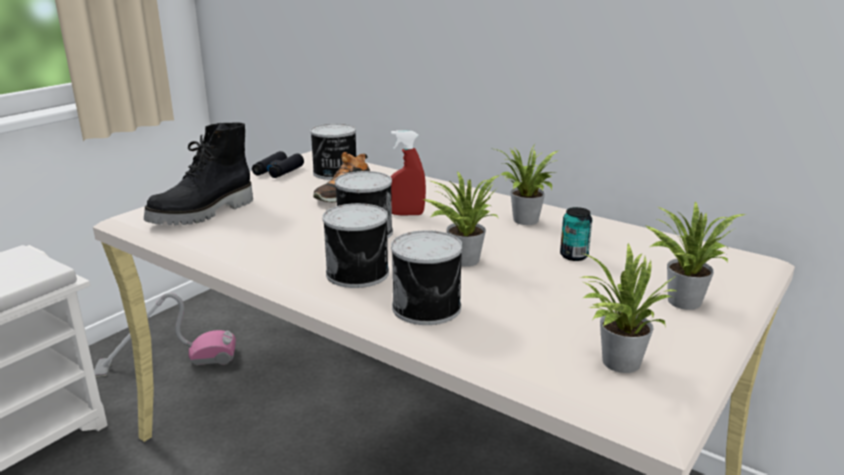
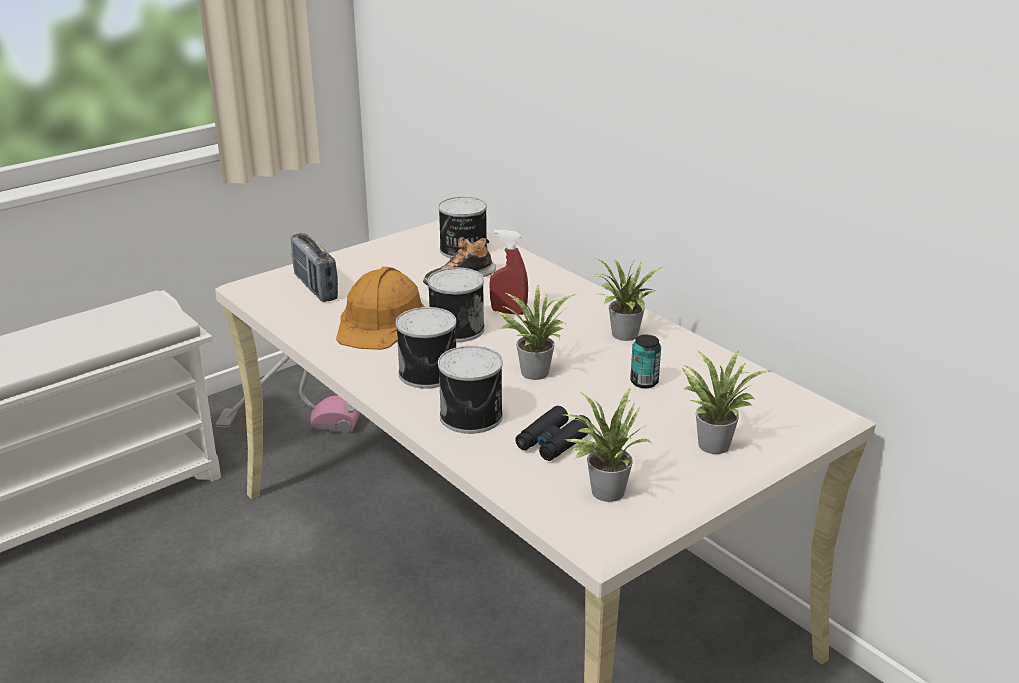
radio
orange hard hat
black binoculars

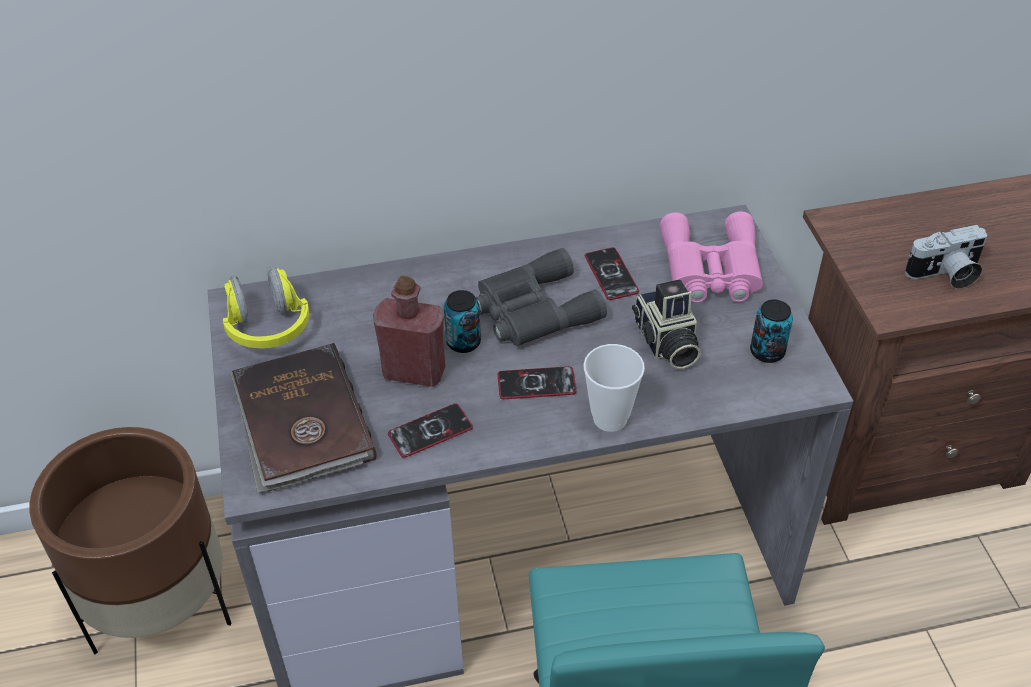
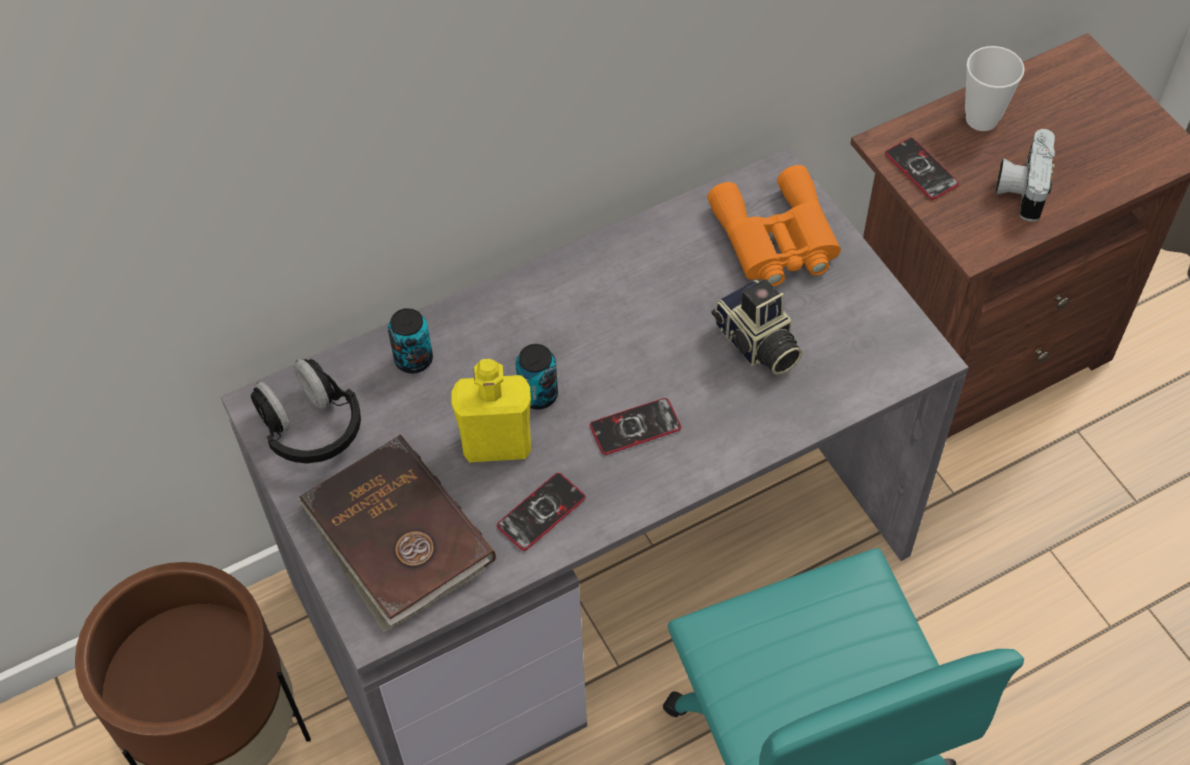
black headphones
can (1st from left)
yellow bottle
orange binoculars
phone (3rd from left)
cup
photo camera (2nd from left)
grey binoculars

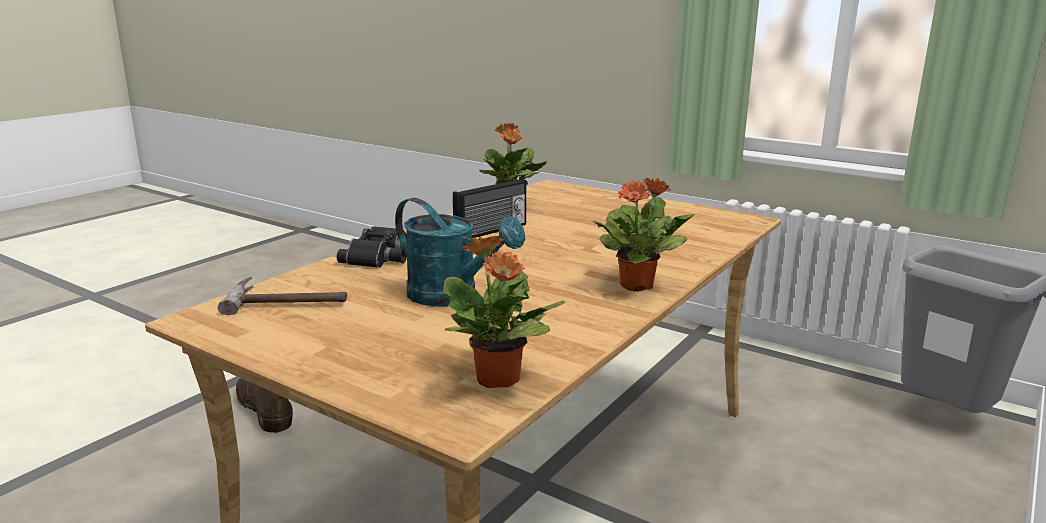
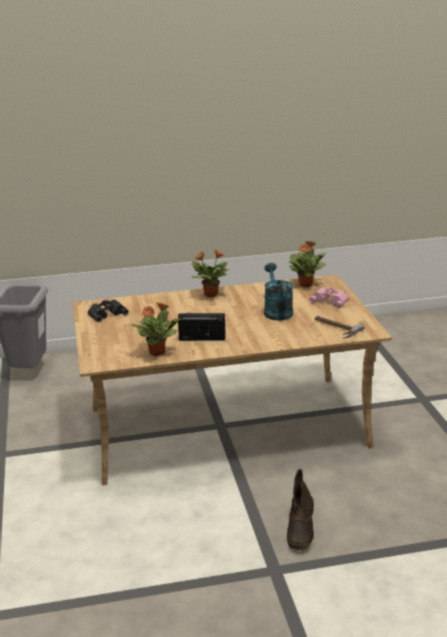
black binoculars
pink binoculars

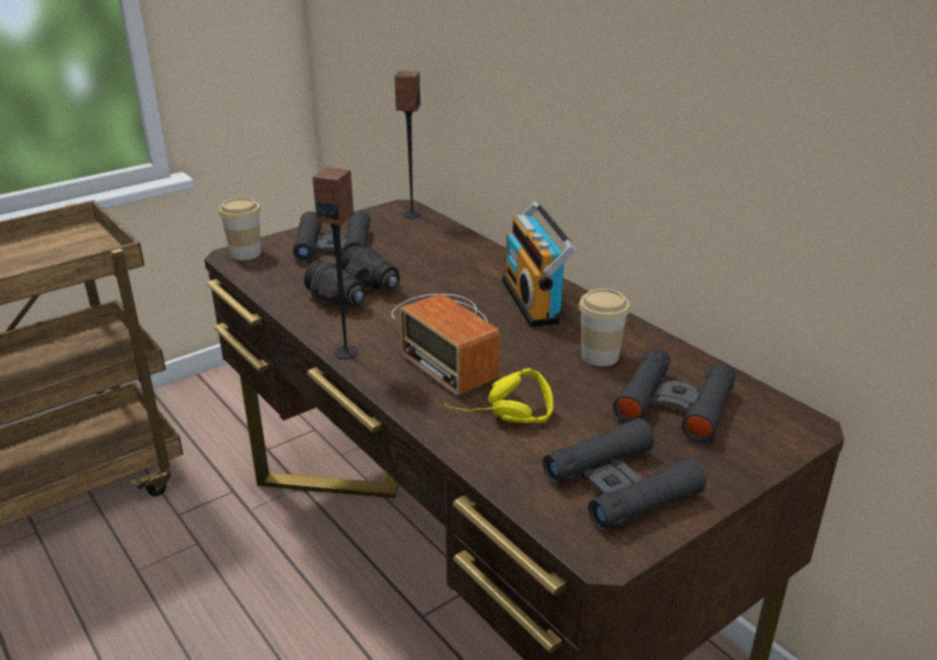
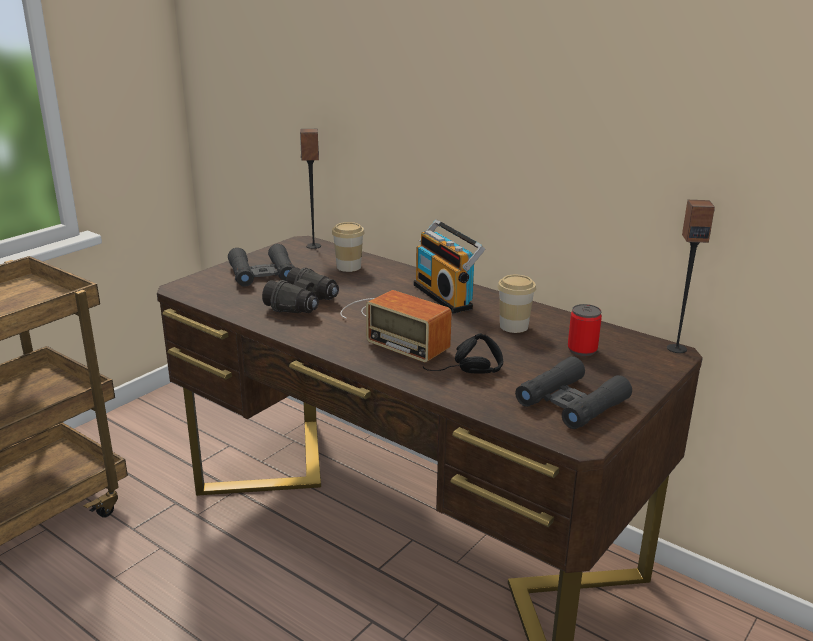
cup (1st from left)
black headphones
can
speaker (2nd from left)

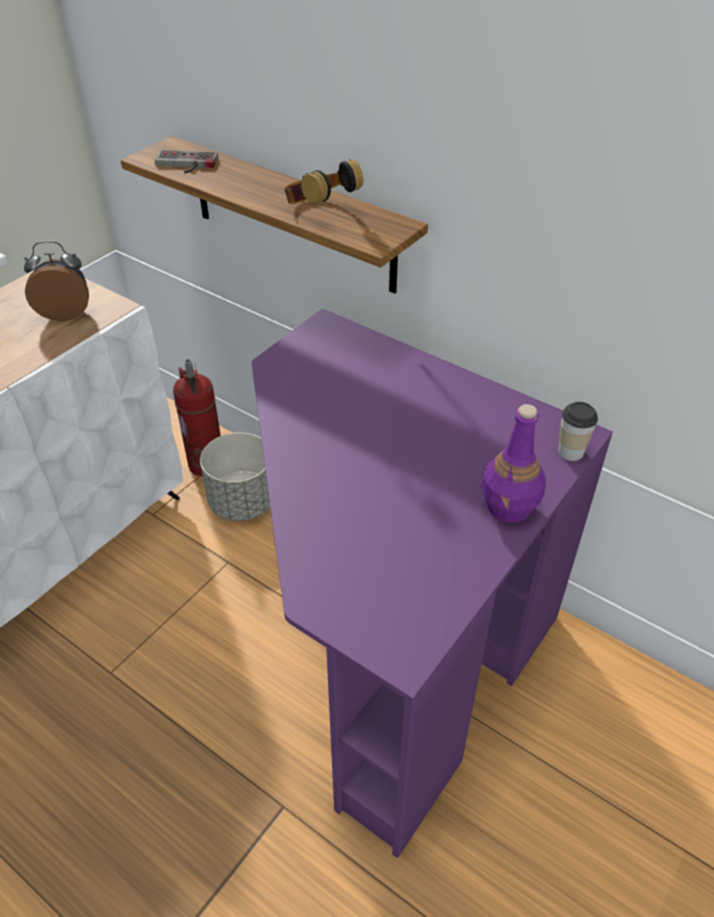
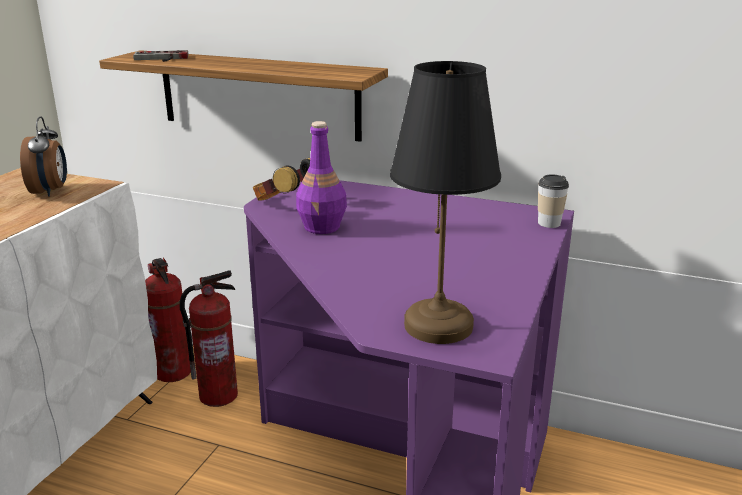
alarm clock
fire extinguisher (2nd from left)
headphones
purple bottle
black table lamp

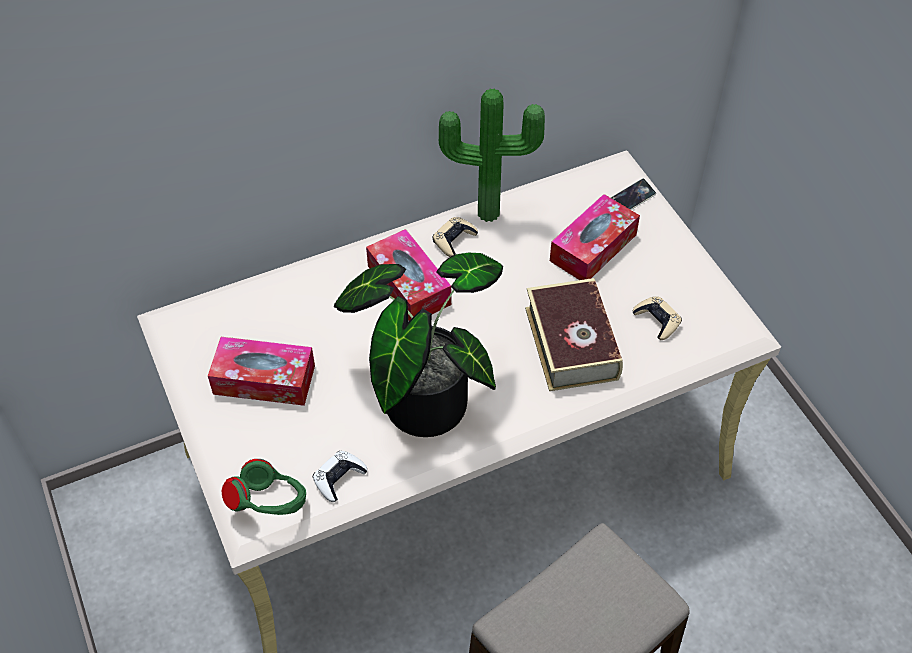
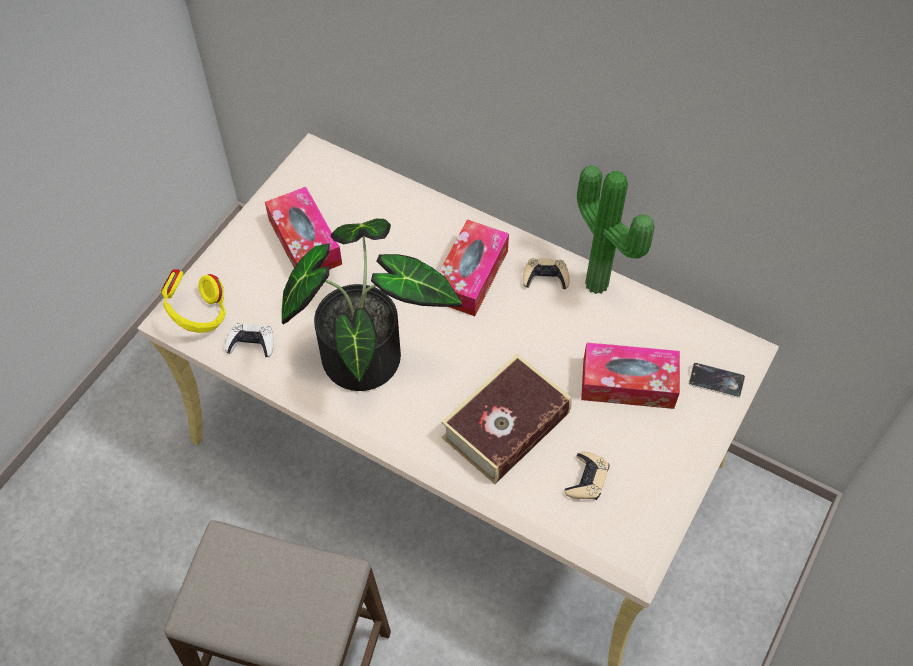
yellow headphones

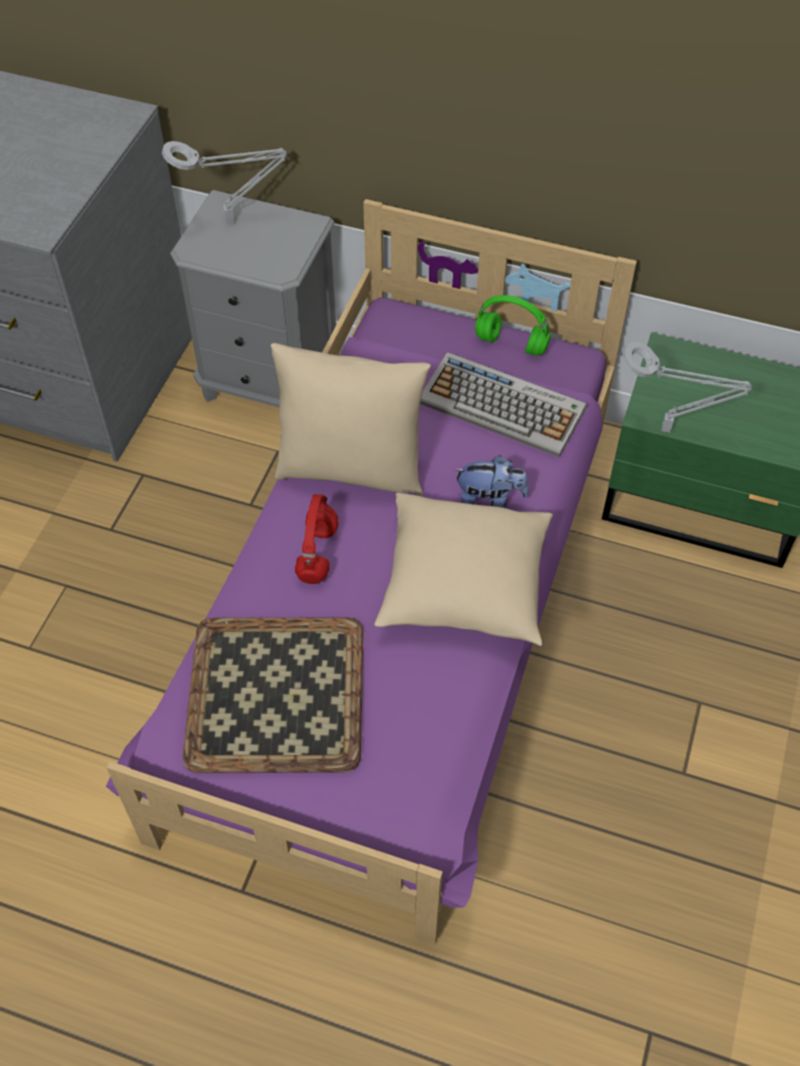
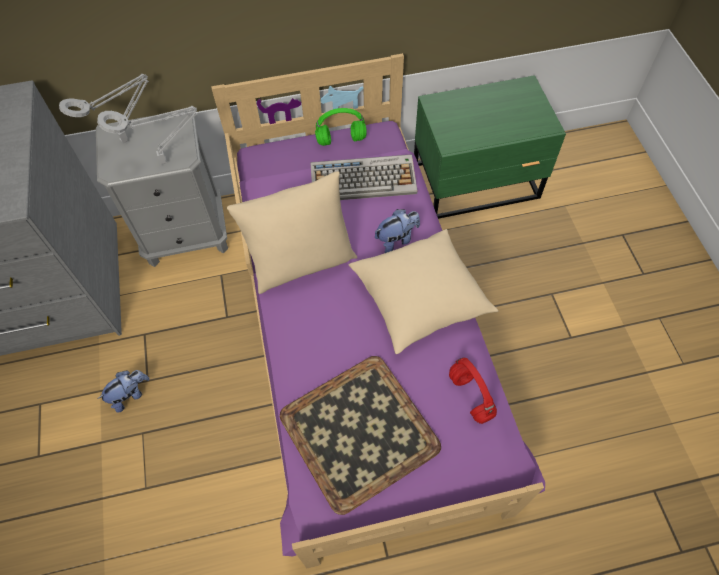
grey table lamp (2nd from left)
plush toy (1st from left)
red headphones

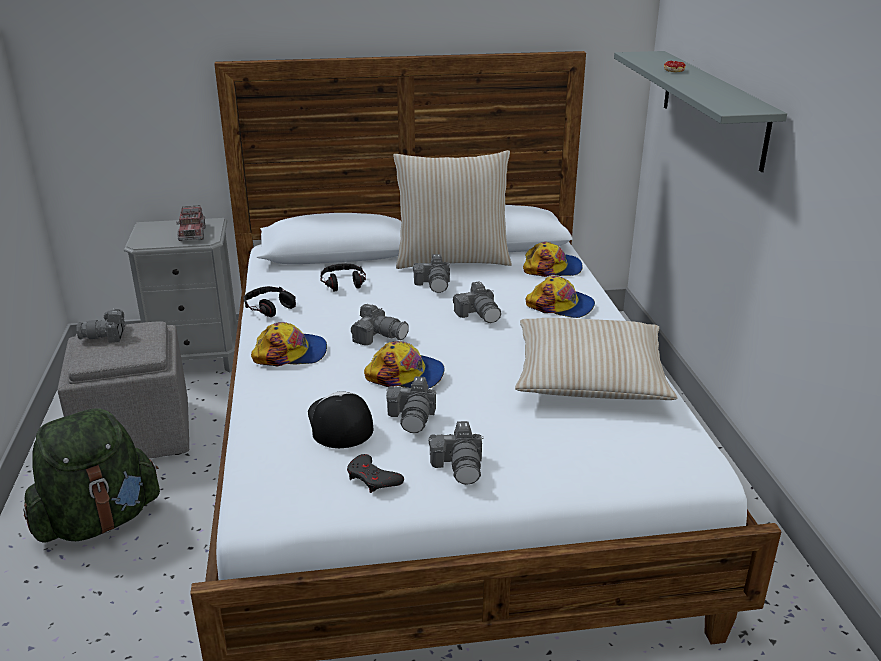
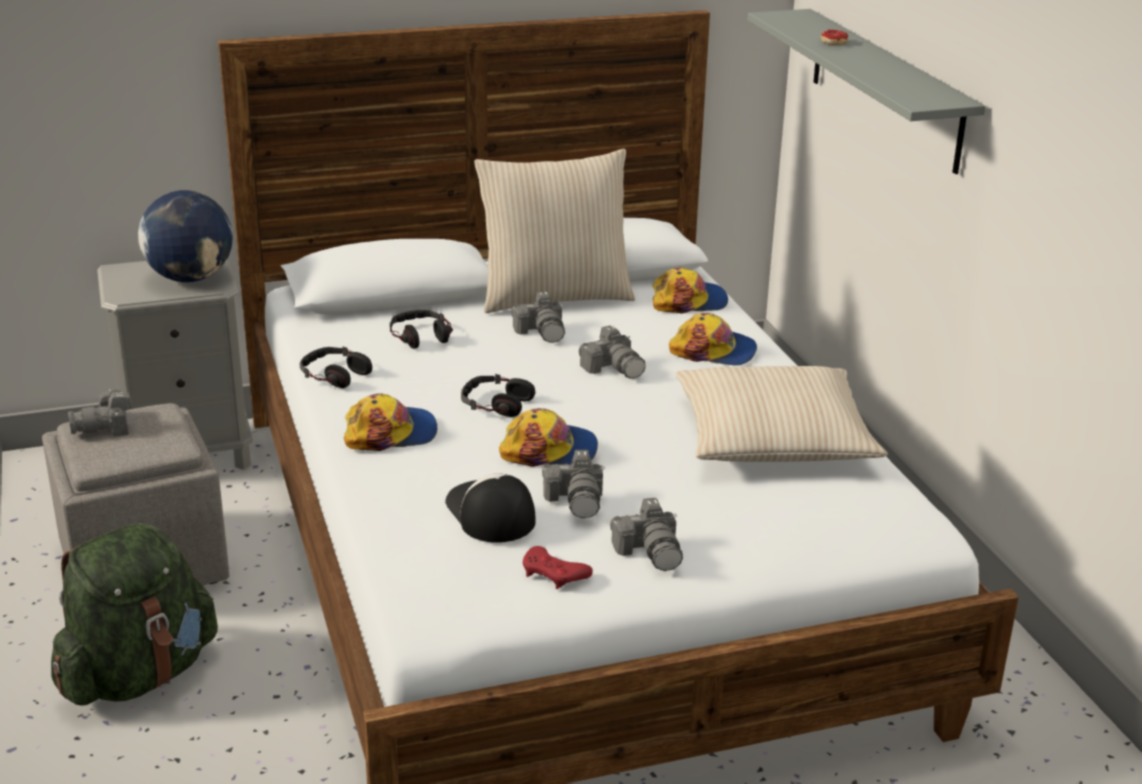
globe
headphones (3rd from left)
red game controller

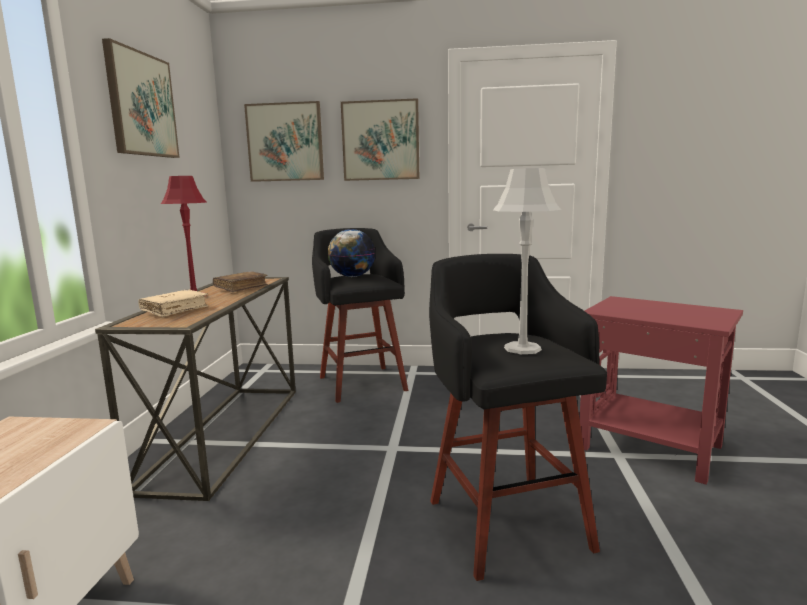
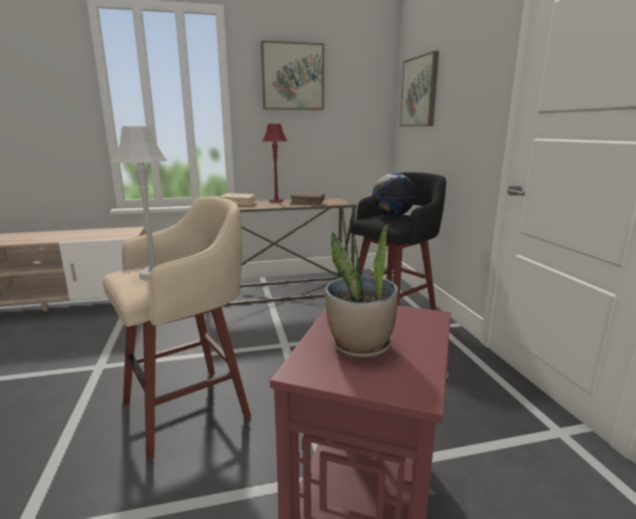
beige stool
potted plant
picture (3rd from left in the first image)

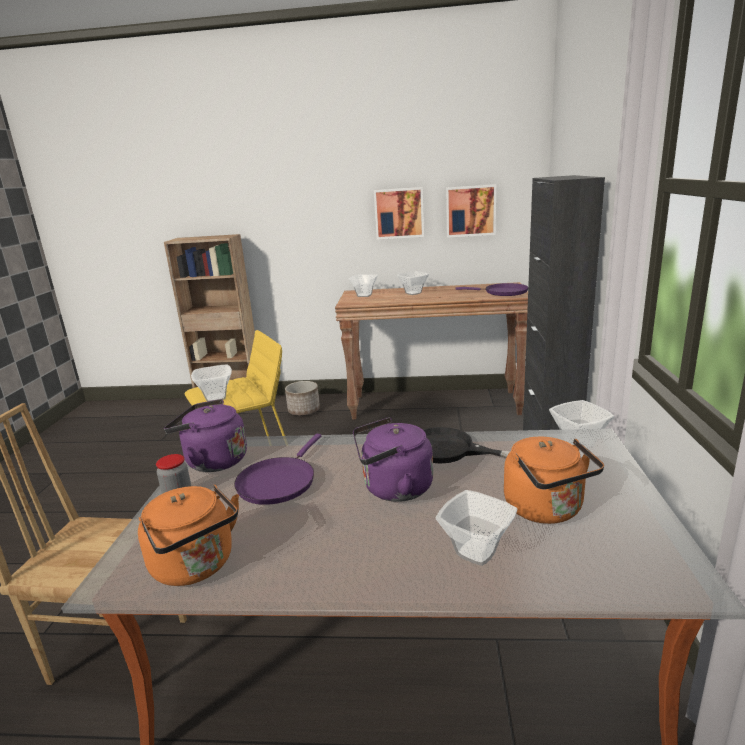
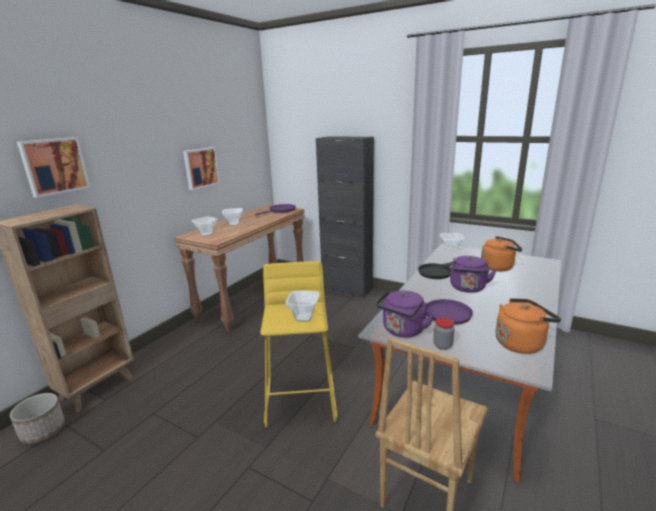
planter
picture (1st from left)
bowl (4th from left in the first image)

